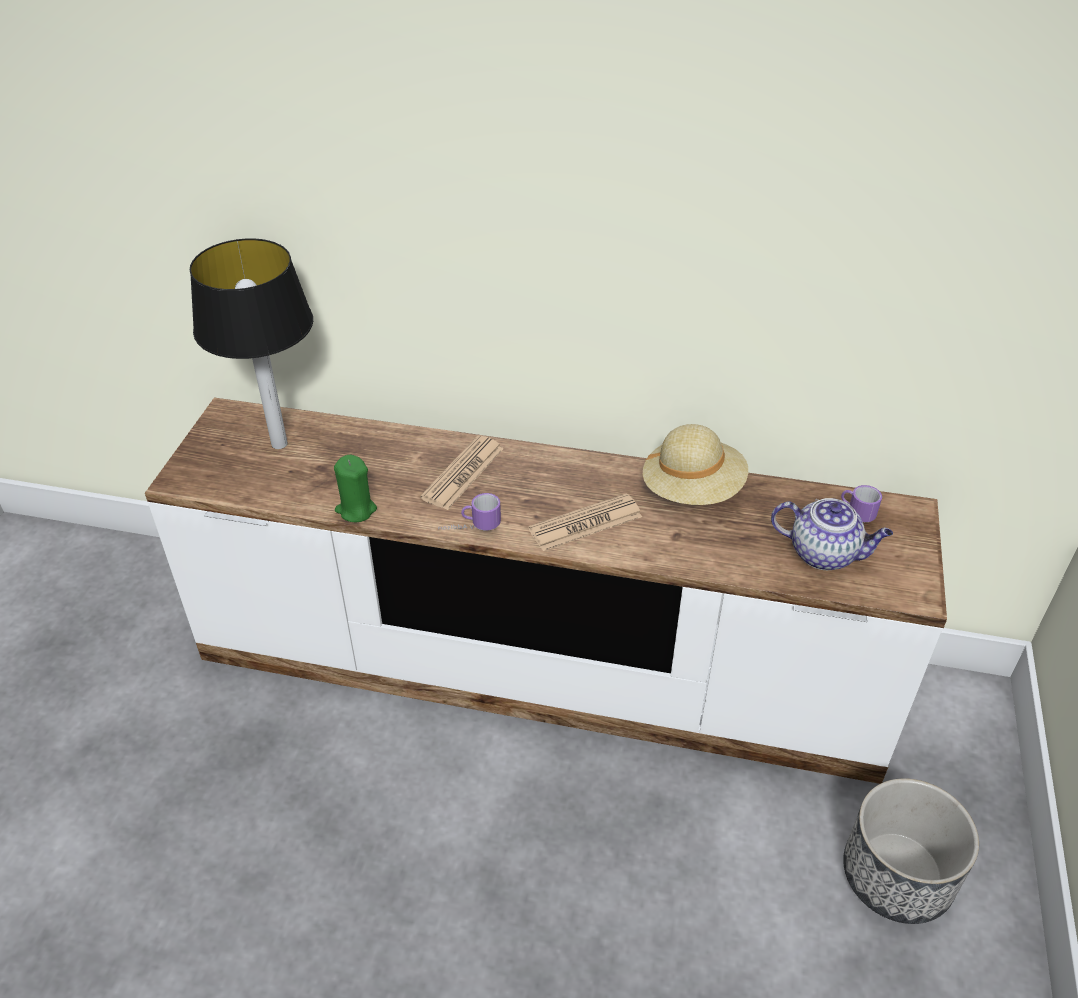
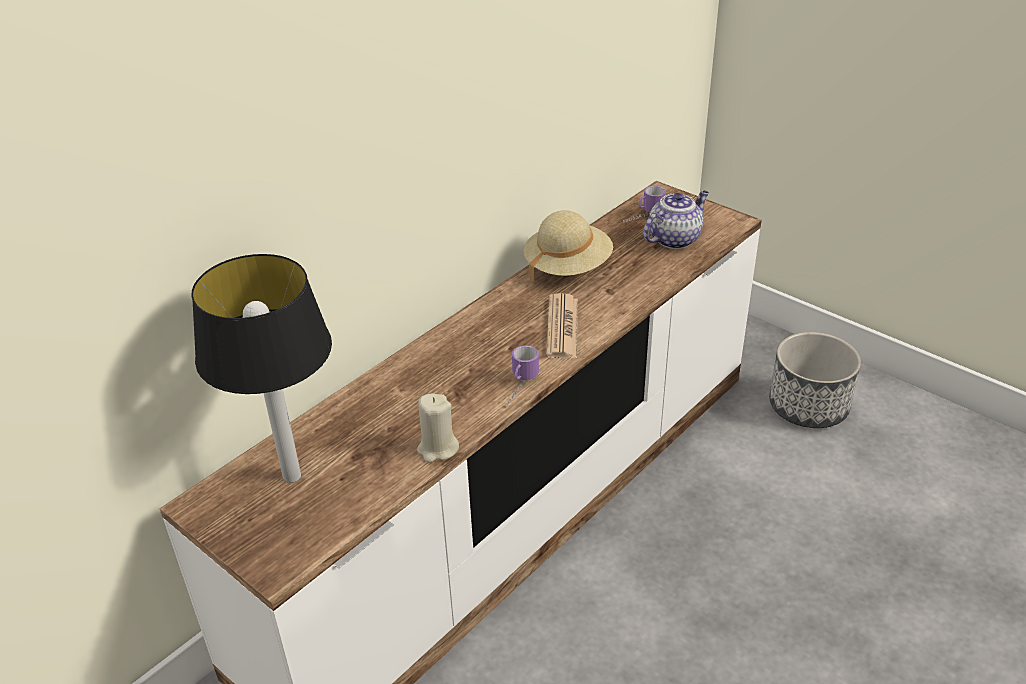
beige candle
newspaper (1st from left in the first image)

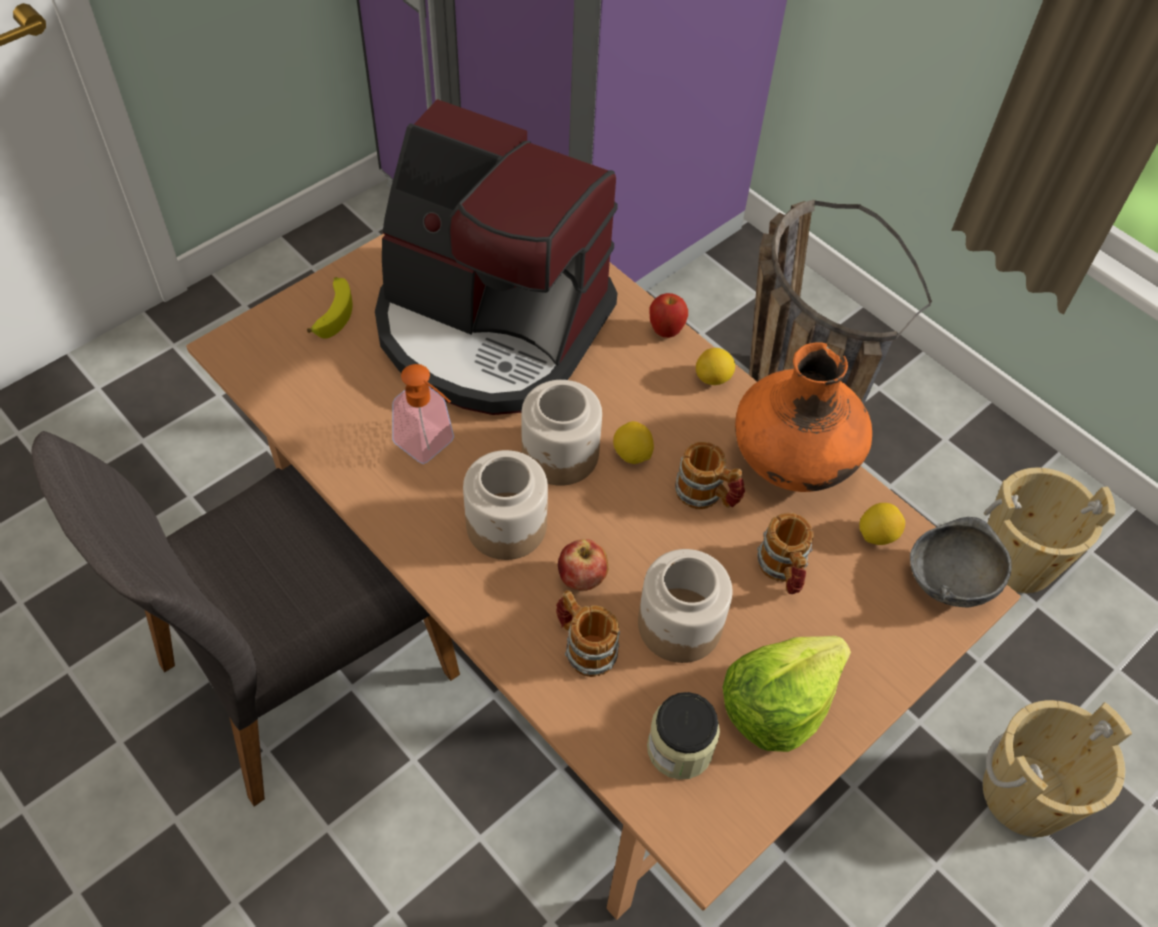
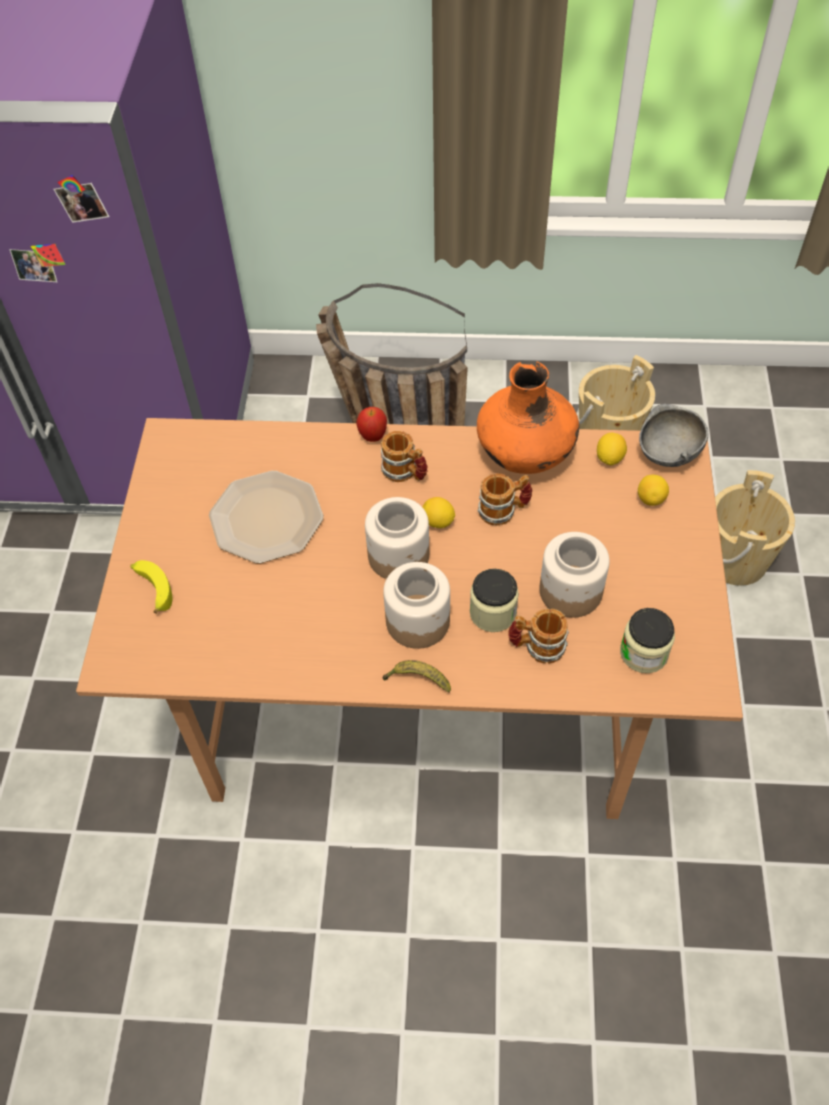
plate
mug (1st from left)
banana (2nd from left)
jar (3rd from left)
lemon (3rd from left)
grey chair
soap dispenser
lettuce

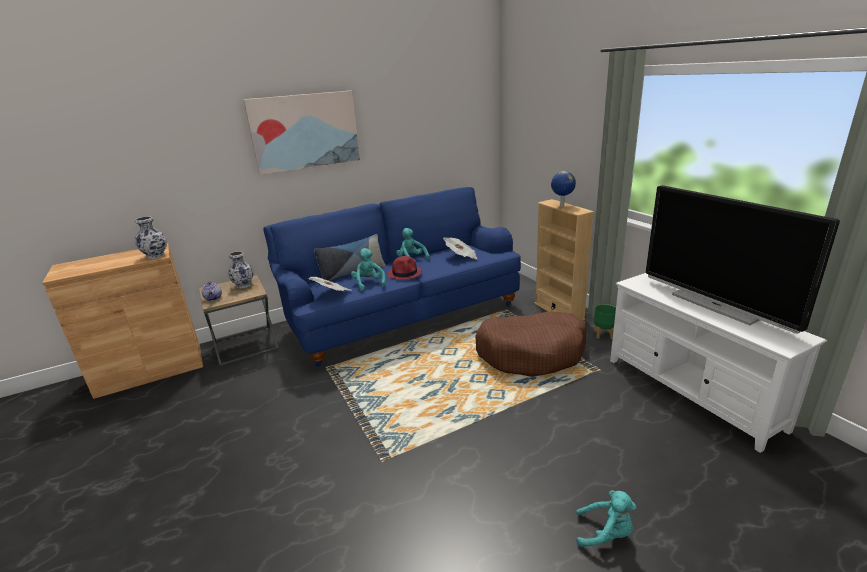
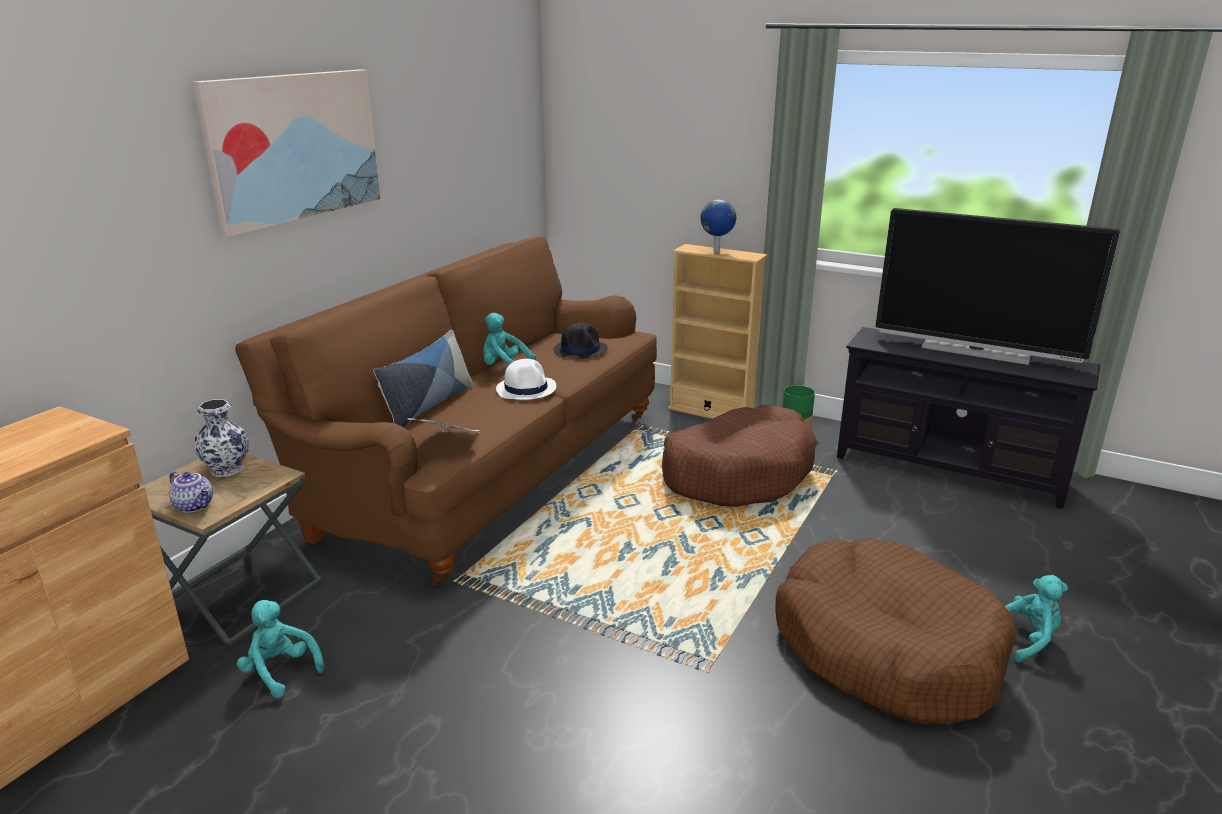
brown sofa
turquoise plush toy (1st from left)
white hat
black hat
brown dog bed (2nd from left)
black tv stand
vase (1st from left in the first image)

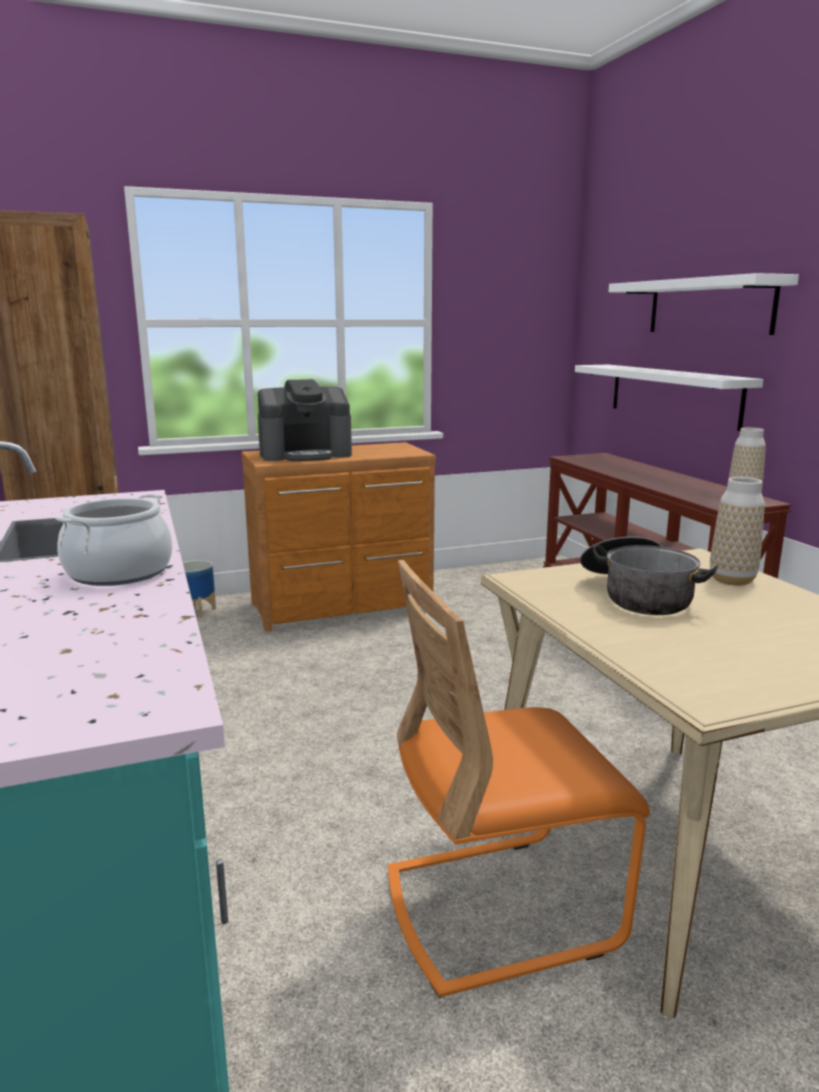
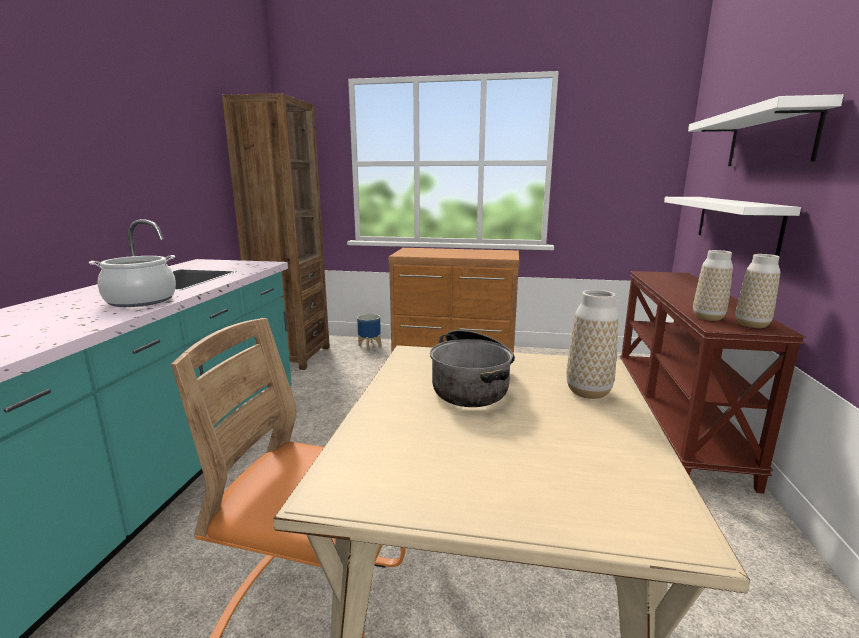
vase (2nd from left)
coffee machine

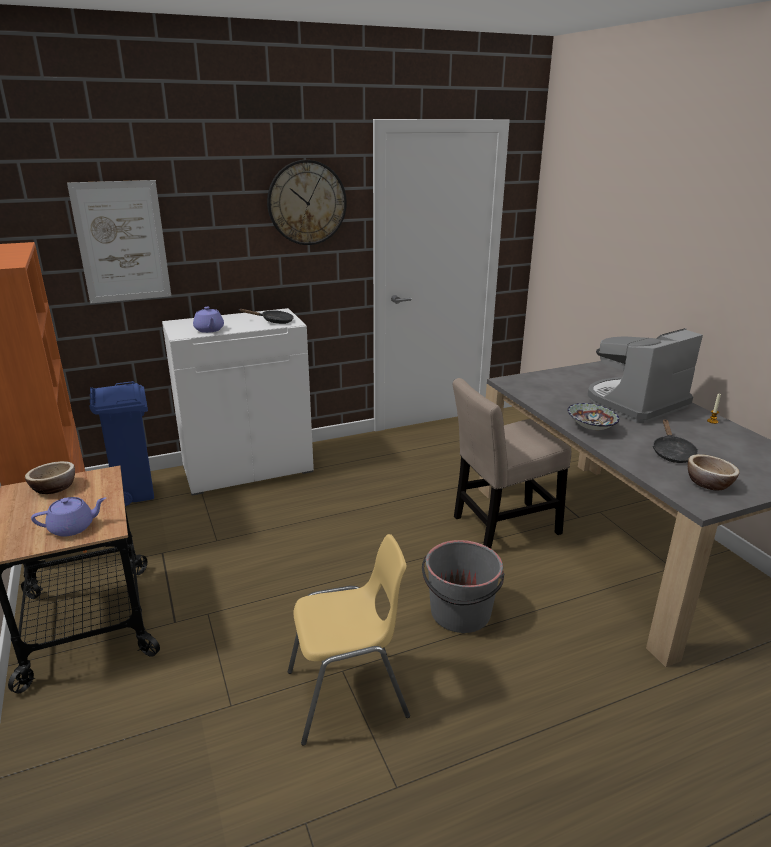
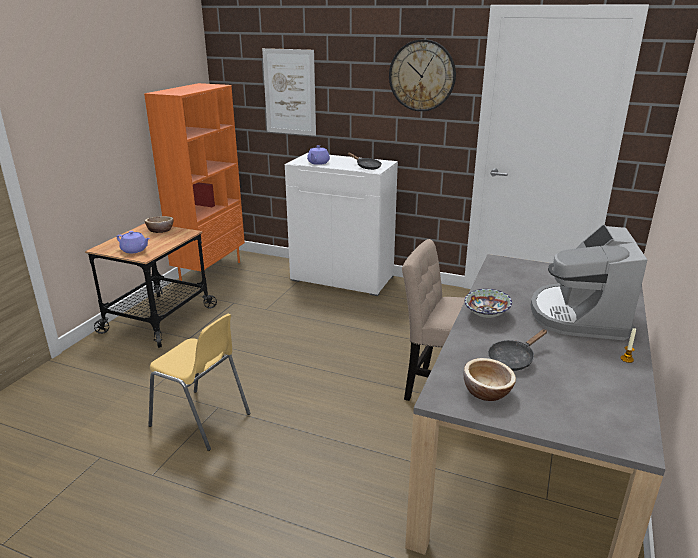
coffee machine
blue trash can
grey bucket

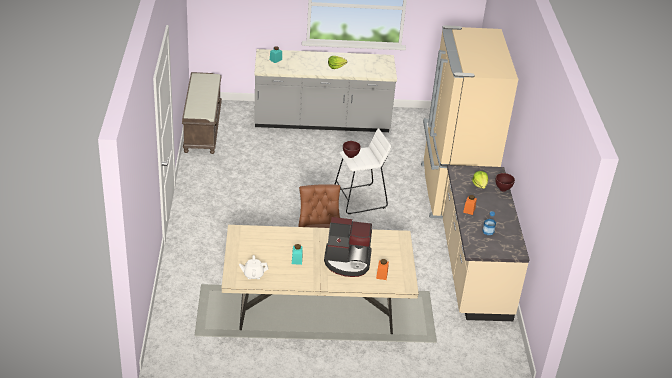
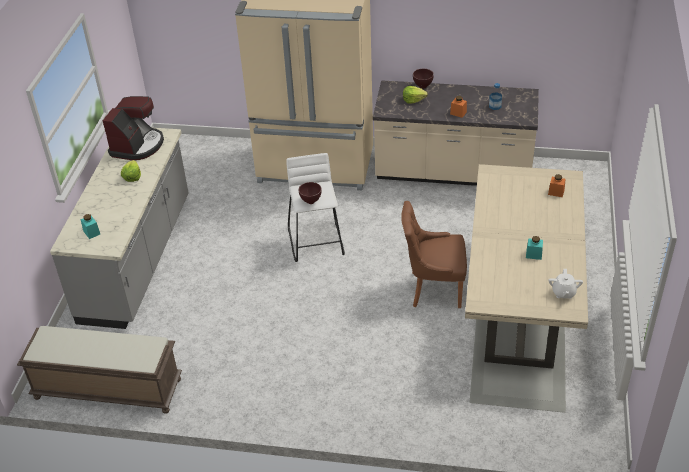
coffee machine

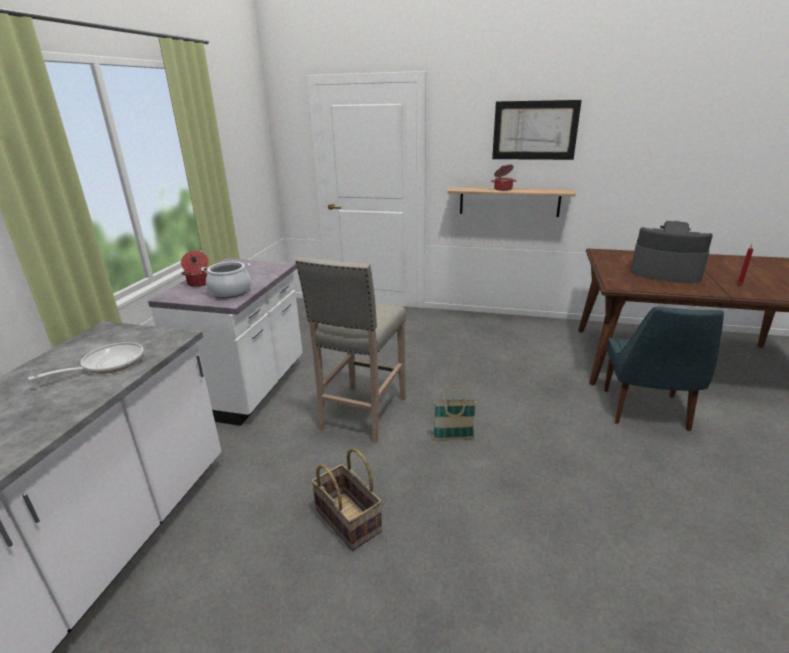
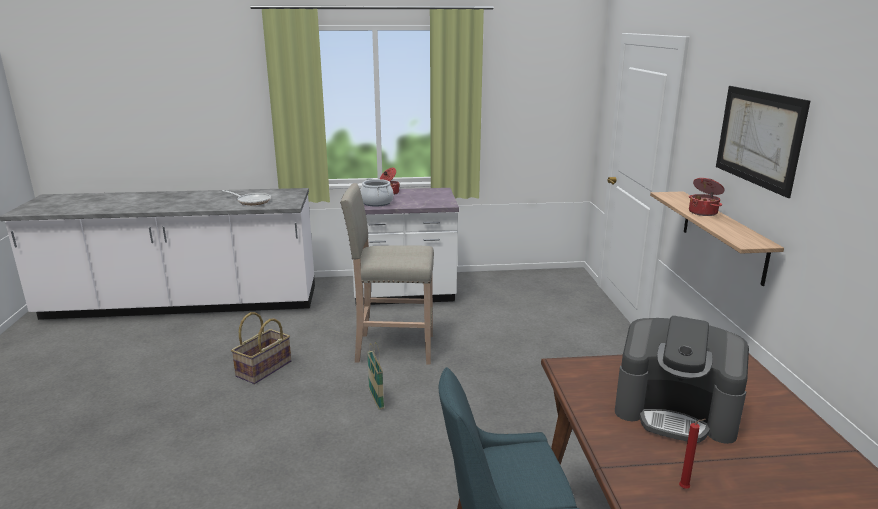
coffee machine

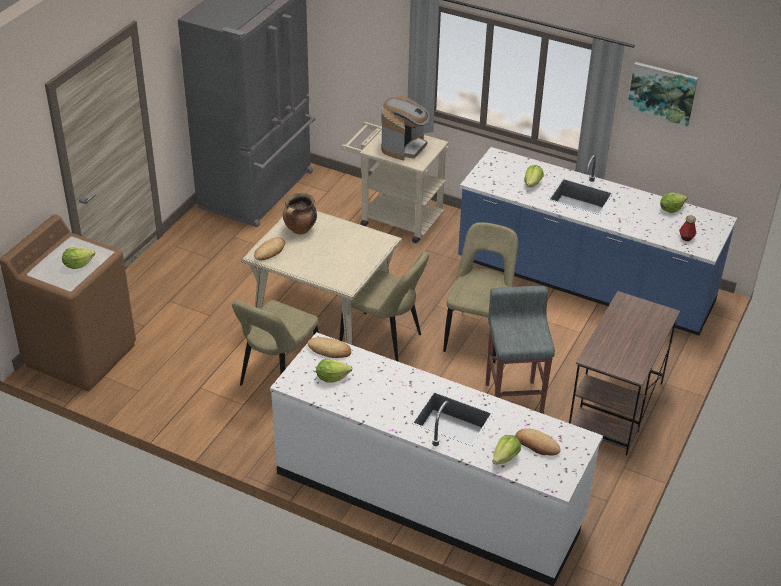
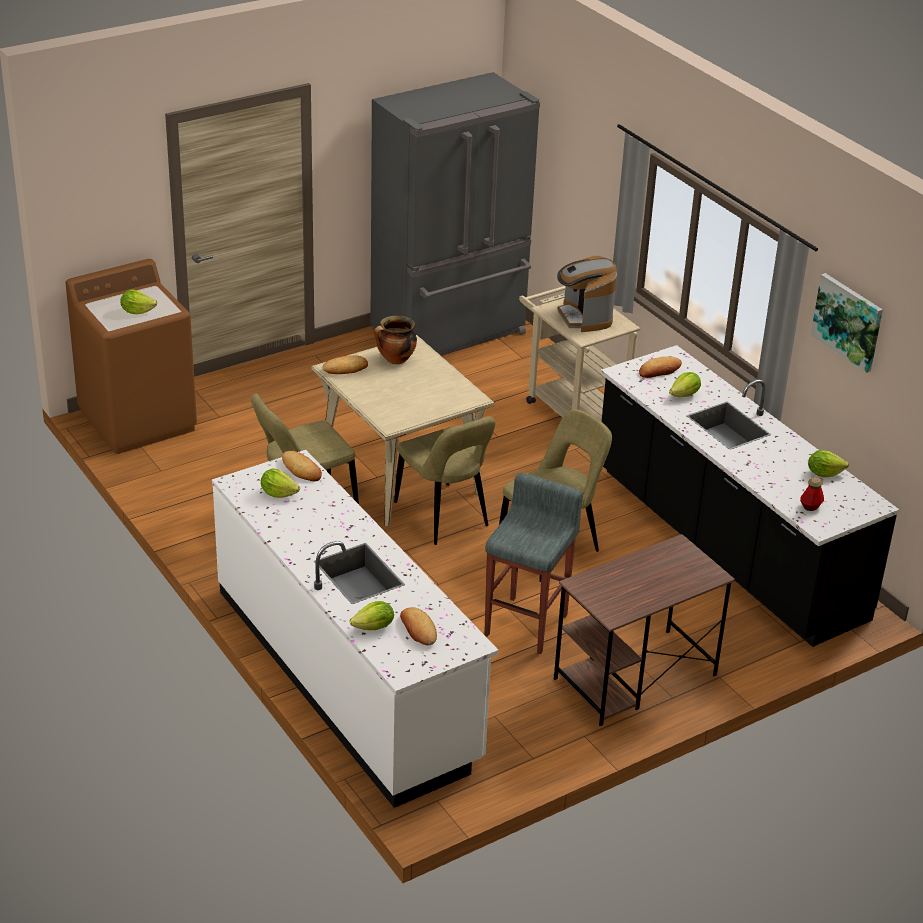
coffee machine
black counter
bread (4th from left)

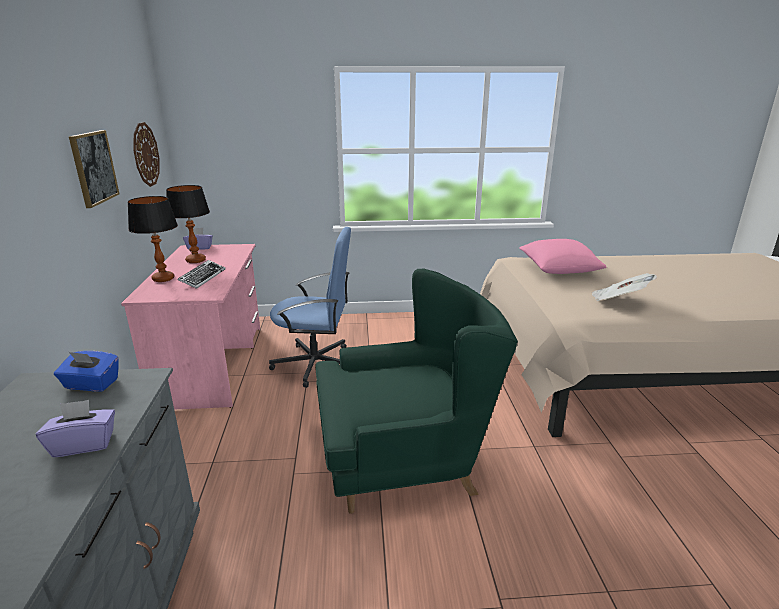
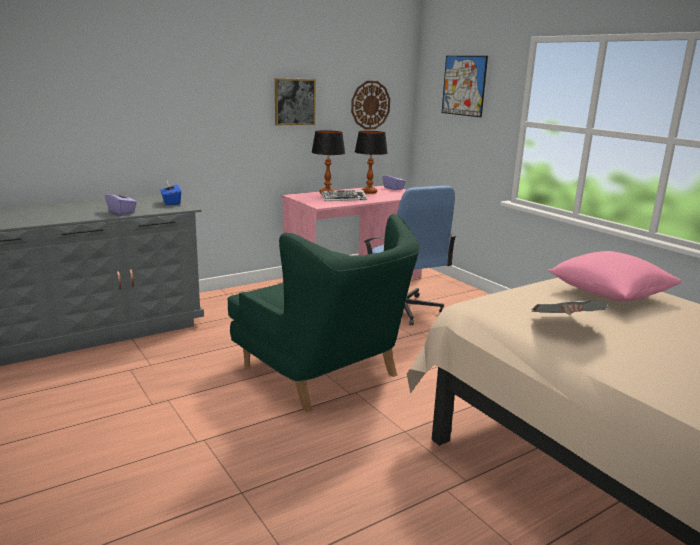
picture (2nd from left)

